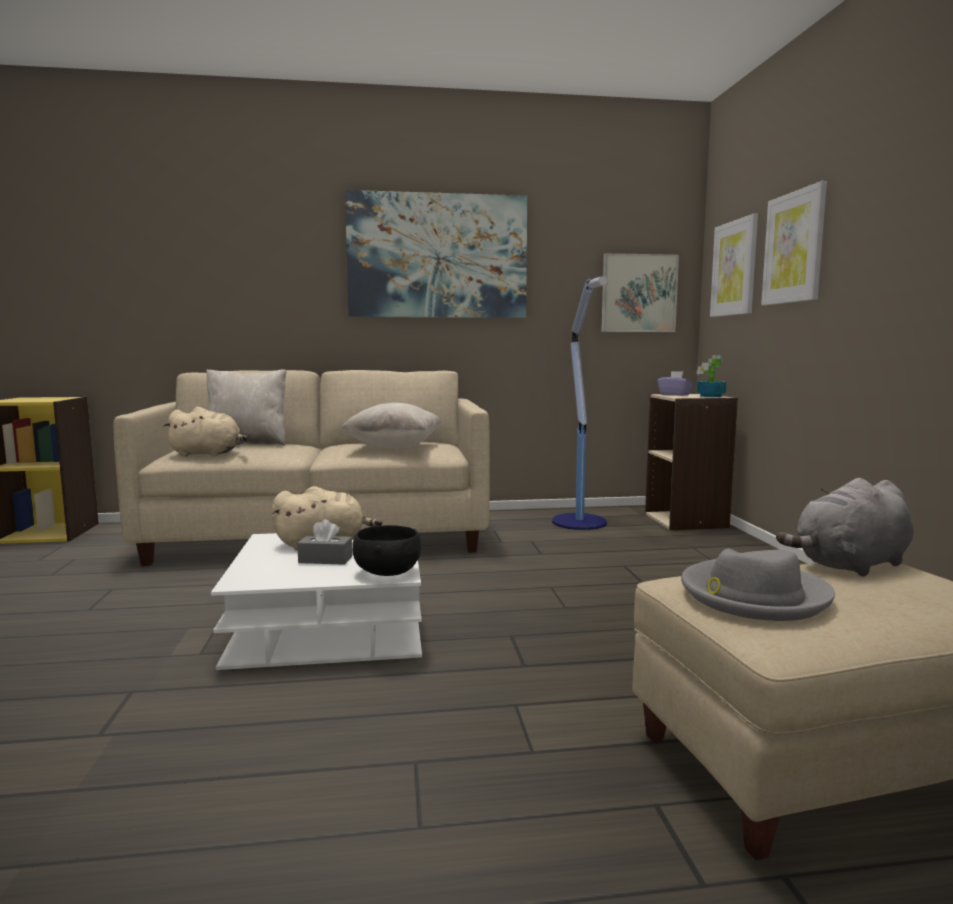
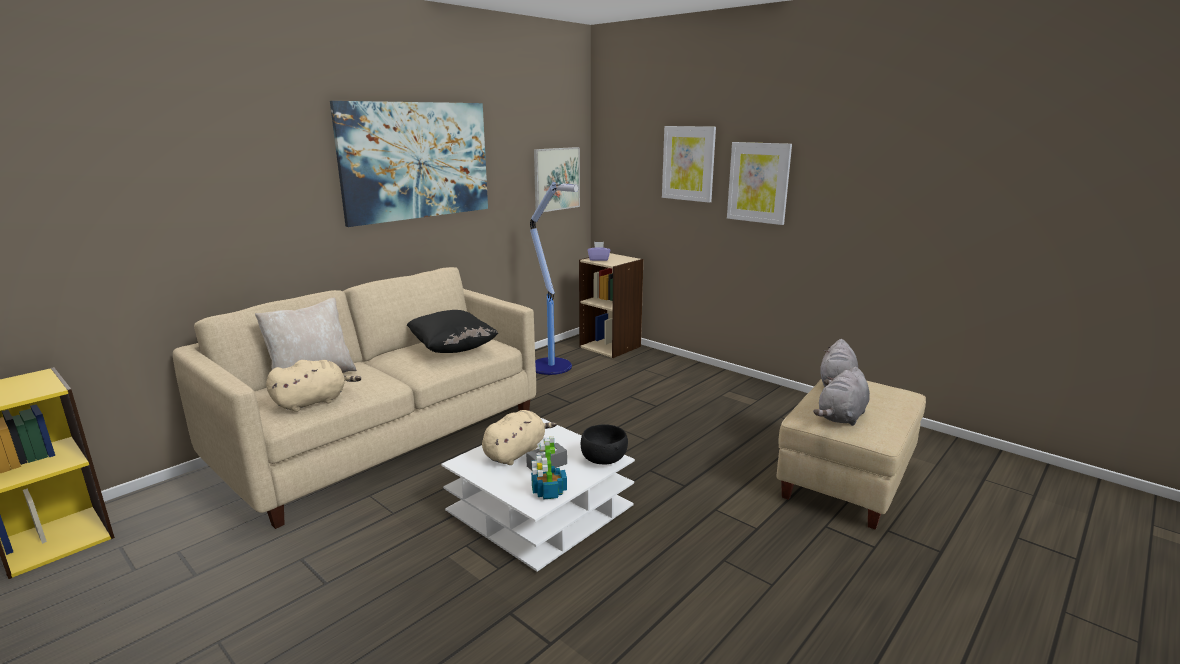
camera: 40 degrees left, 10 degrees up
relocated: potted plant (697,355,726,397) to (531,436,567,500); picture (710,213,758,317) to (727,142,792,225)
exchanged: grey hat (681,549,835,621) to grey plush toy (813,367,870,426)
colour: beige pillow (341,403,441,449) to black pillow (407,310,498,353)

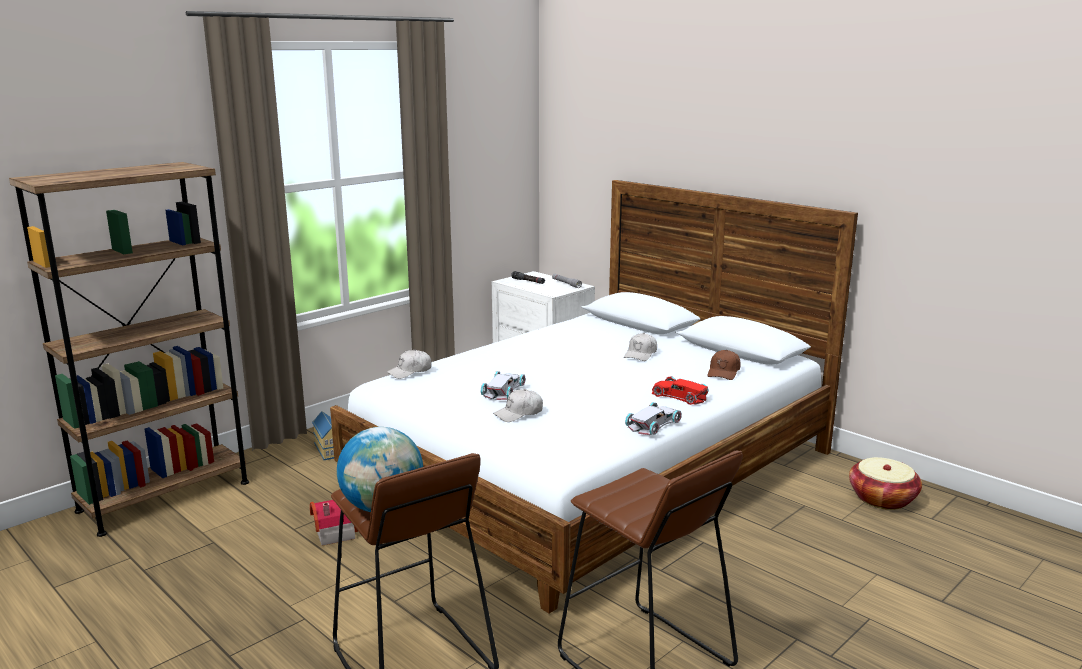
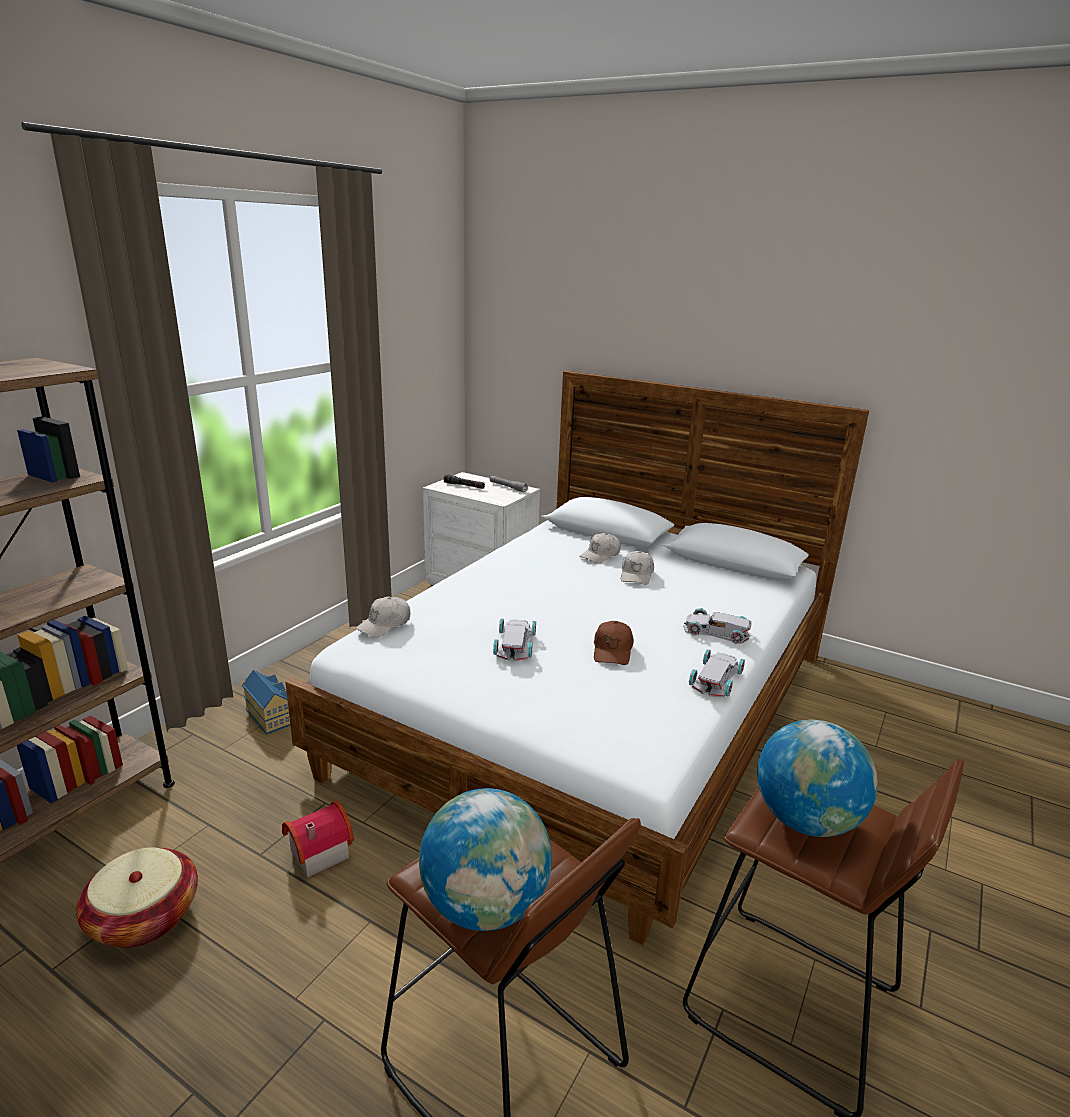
camera: 15 degrees left, 5 degrees up
appeared: globe (757,720,878,837)
relocated: white cap (493,389,543,422) to (579,533,620,564); brown cap (708,350,741,380) to (594,621,633,665); basket (849,457,922,510) to (76,847,198,948)
colour: red toy car (652,376,709,405) to white toy car (683,608,752,644)

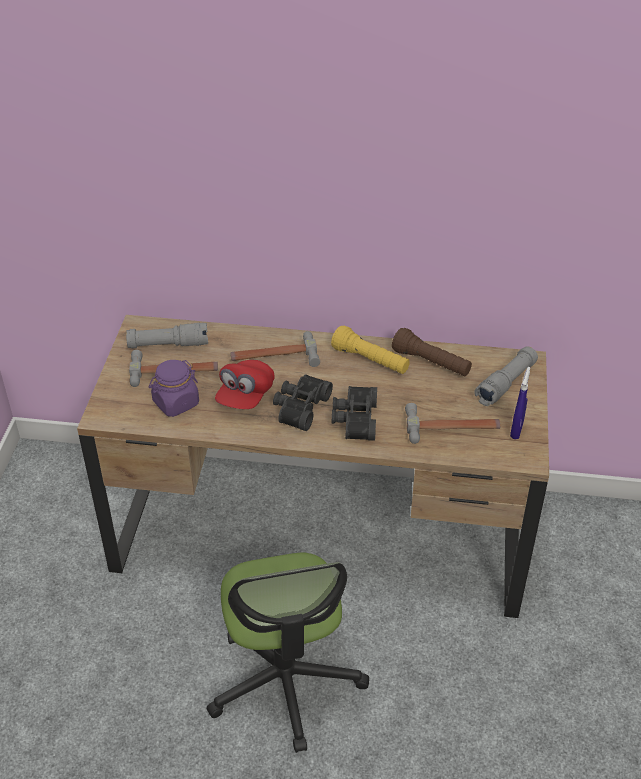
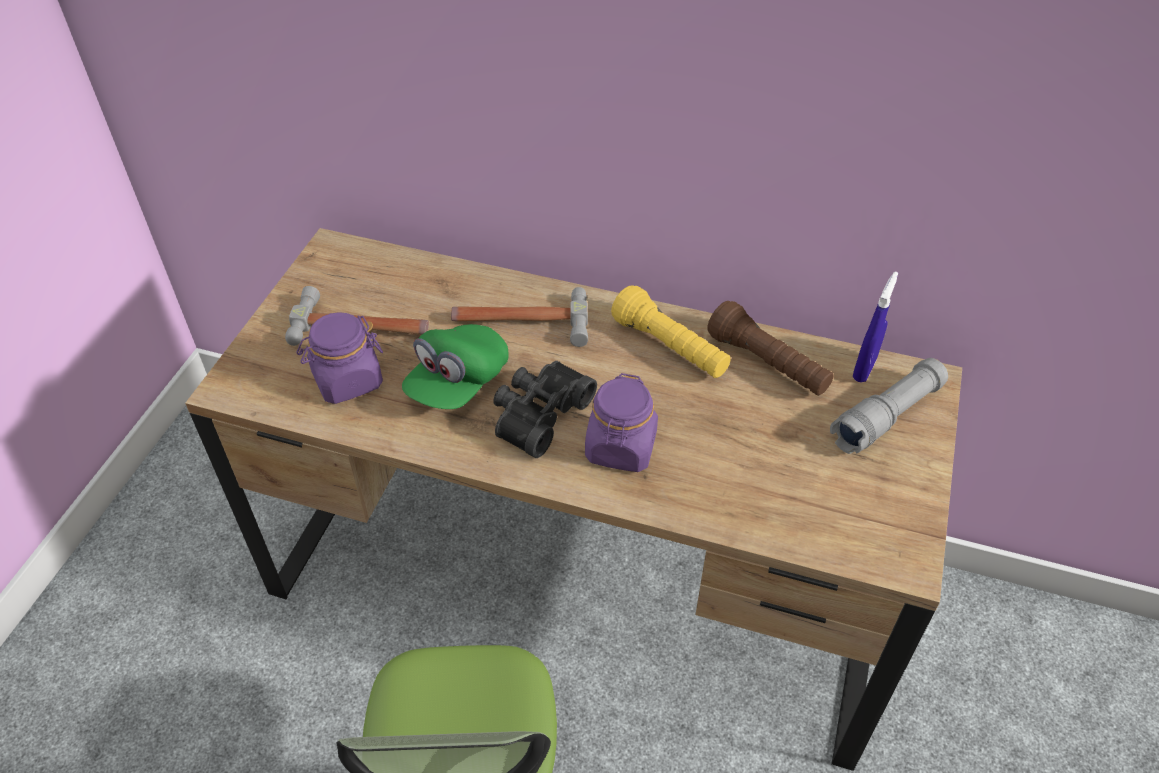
camera: 10 degrees right, 5 degrees up
missing: grey flashlight (126,323,208,349); hammer (405,403,500,444)
relocated: blue spray bottle (510,367,530,439) to (853,271,898,383)
exchanged: black binoculars (332,386,377,441) to purple jar (585,373,658,472)
colour: red cap (215,360,275,409) to green cap (402,324,509,409)

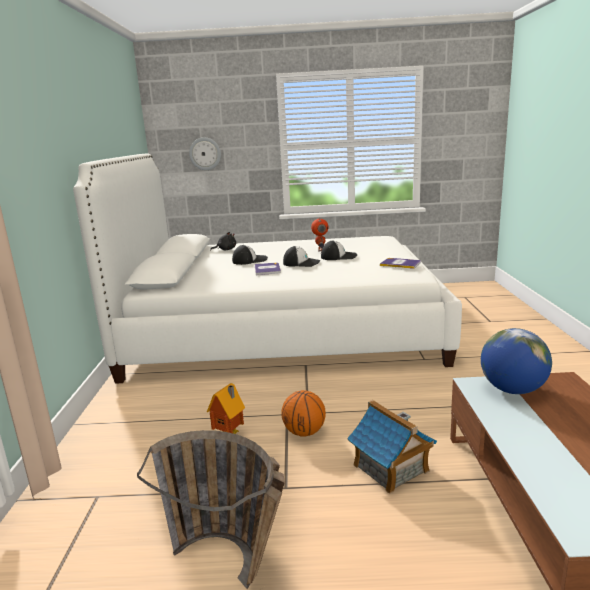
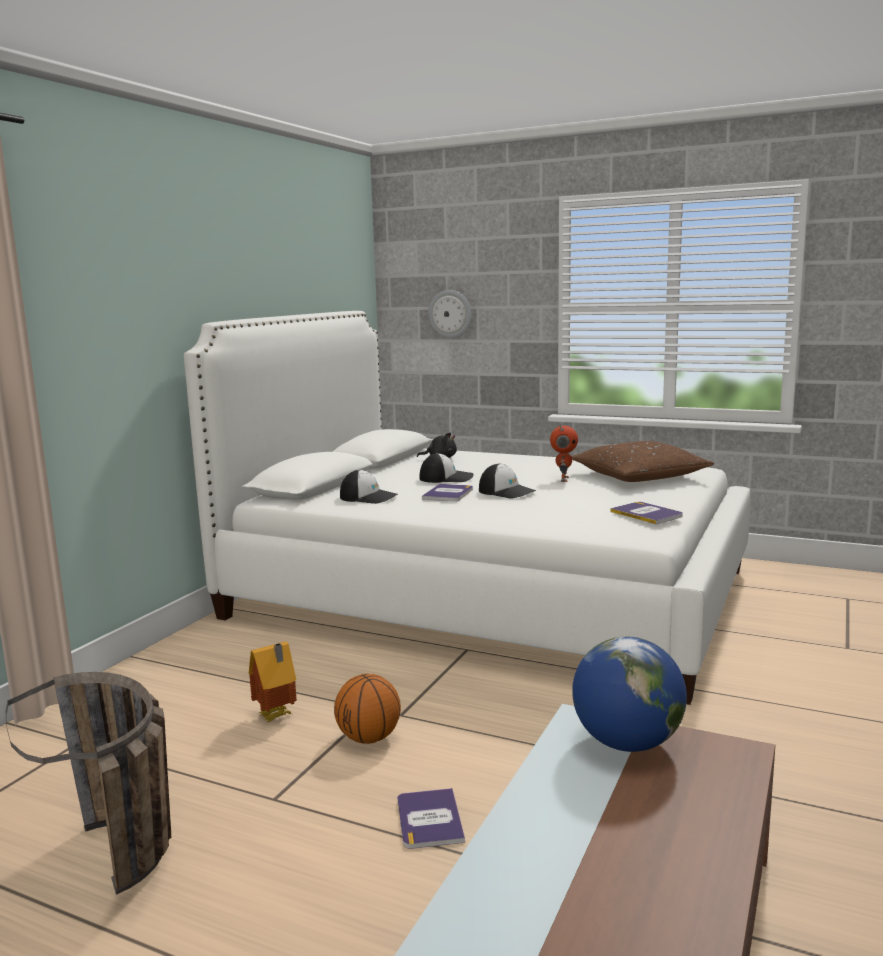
camera: 25 degrees right, 5 degrees down
appeared: brown pillow (572,441,714,482)
relocated: cap (321,240,357,260) to (340,470,398,504)
exchanged: toy house (347,400,437,494) to book (397,788,465,849)

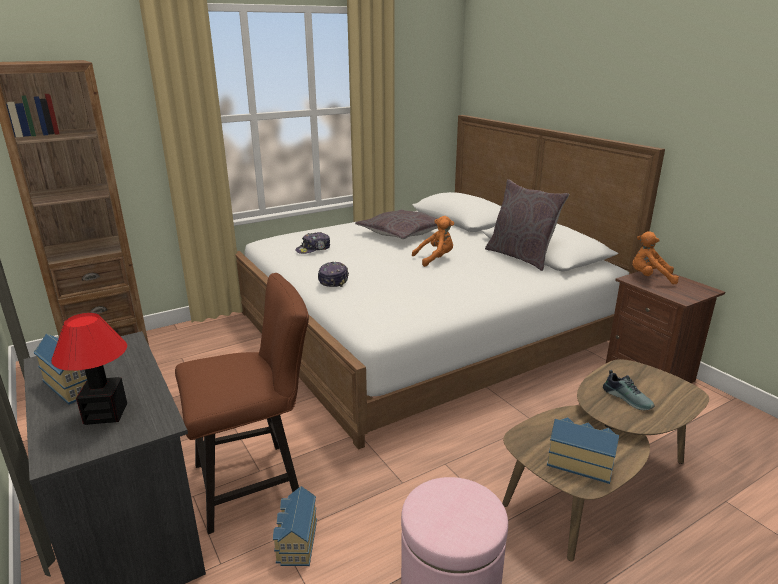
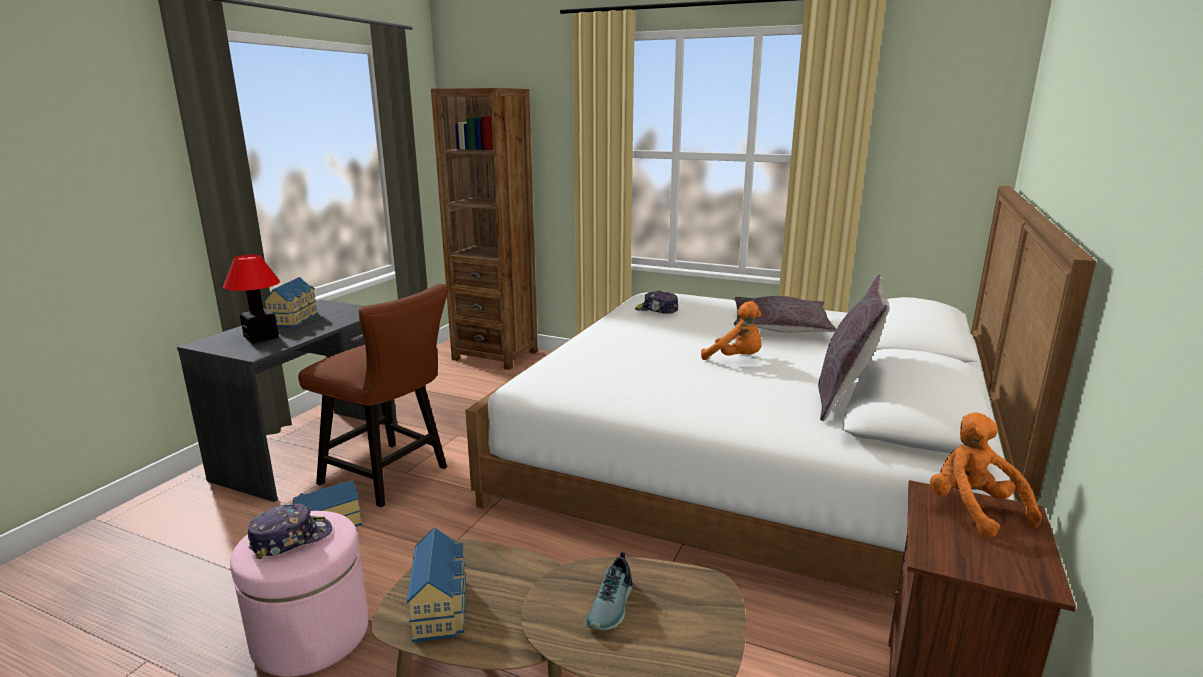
camera: 55 degrees right, 5 degrees down
relocated: cap (318,262,349,287) to (248,504,332,559)

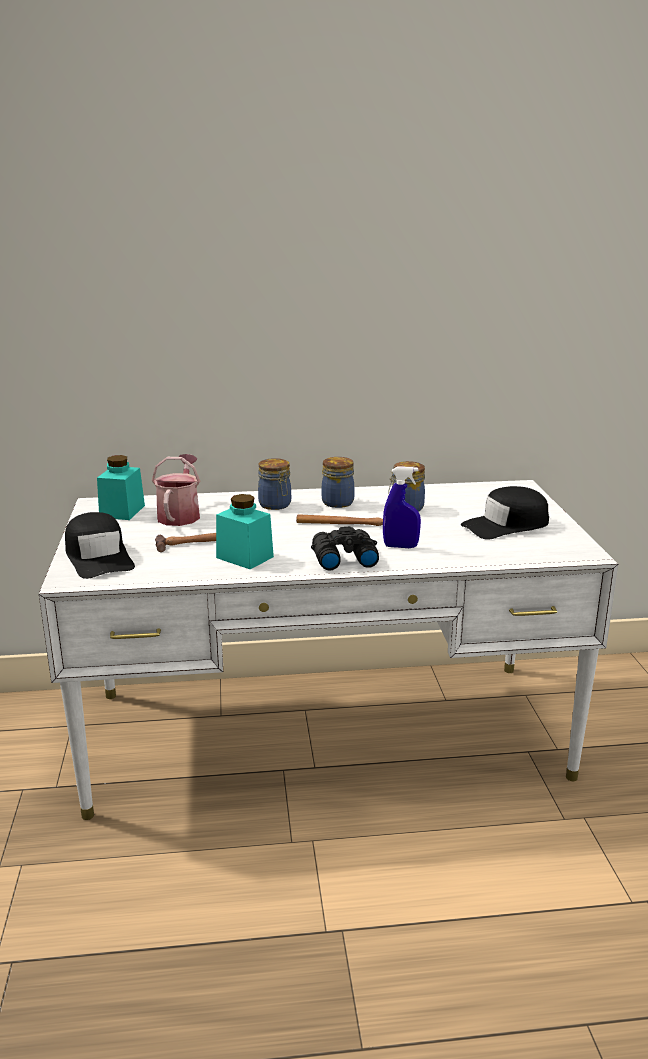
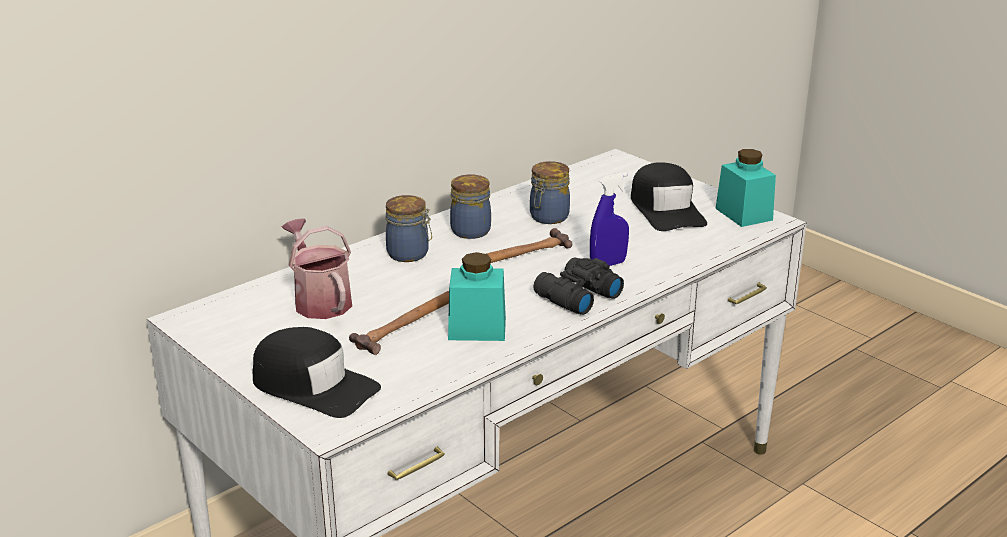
camera: 35 degrees left, 5 degrees up
relocated: turquoise jar (97,455,145,520) to (716,149,776,227)
spun: black cap (461,486,549,540) = (631,162,707,231) 45 degrees counterclockwise

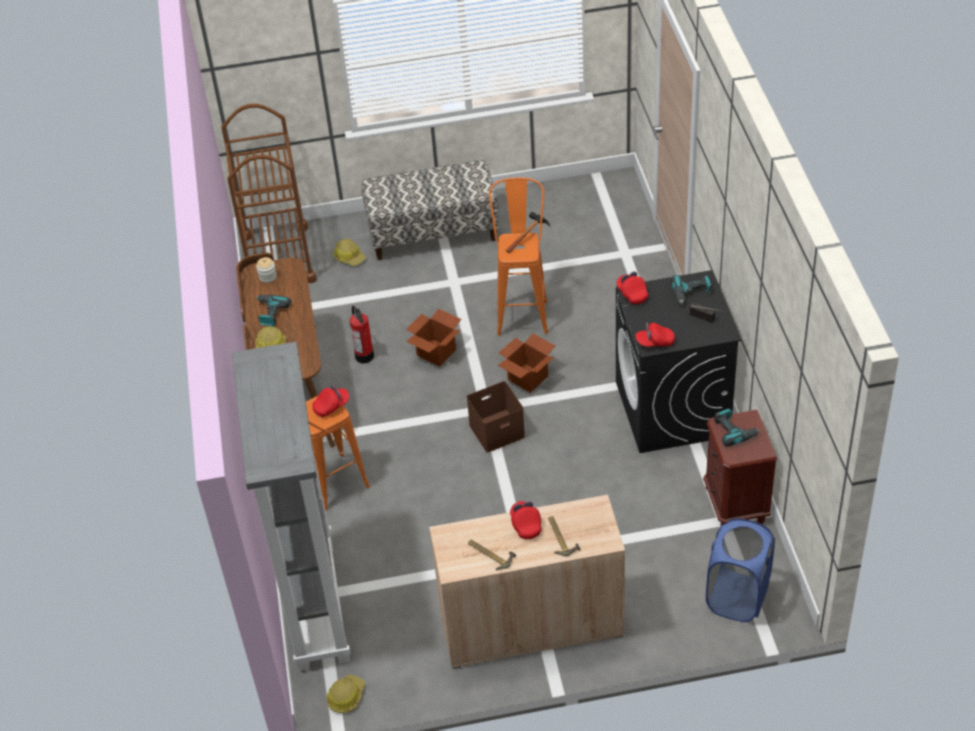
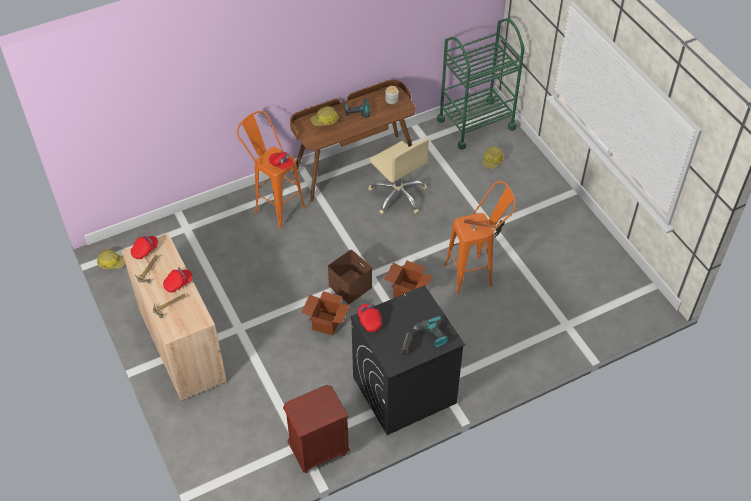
camera: 70 degrees right, 5 degrees up
missing: grey bookcase (232,342,350,671); bench (361,160,499,260); blue laundry basket (706,518,775,622); power drill (714,409,761,447)
relocated: cardboard box (406,308,461,367) to (301,291,350,336); red cap (616,271,648,304) to (131,234,158,259)
exchanged: fire extinguisher (350,306,374,363) to beige office chair (368,138,429,214)
colour: brown cart (221,104,317,283) to green cart (437,18,525,150)

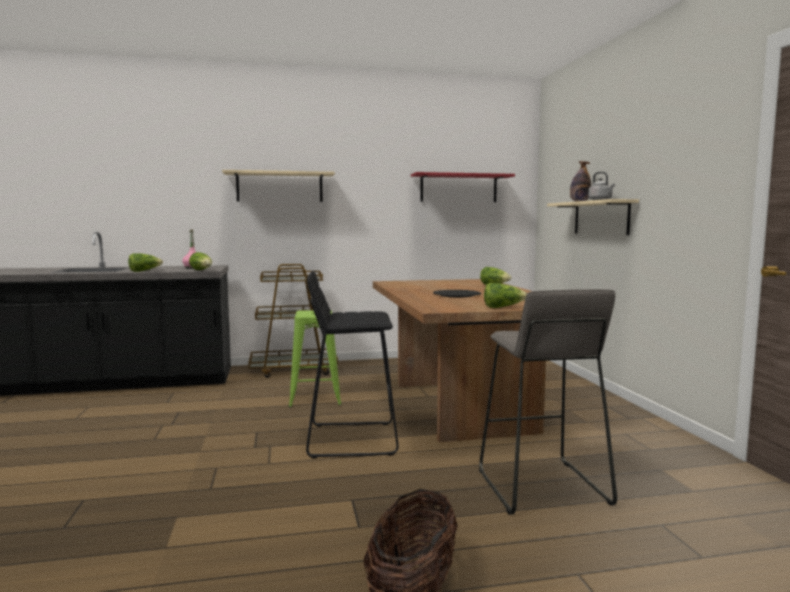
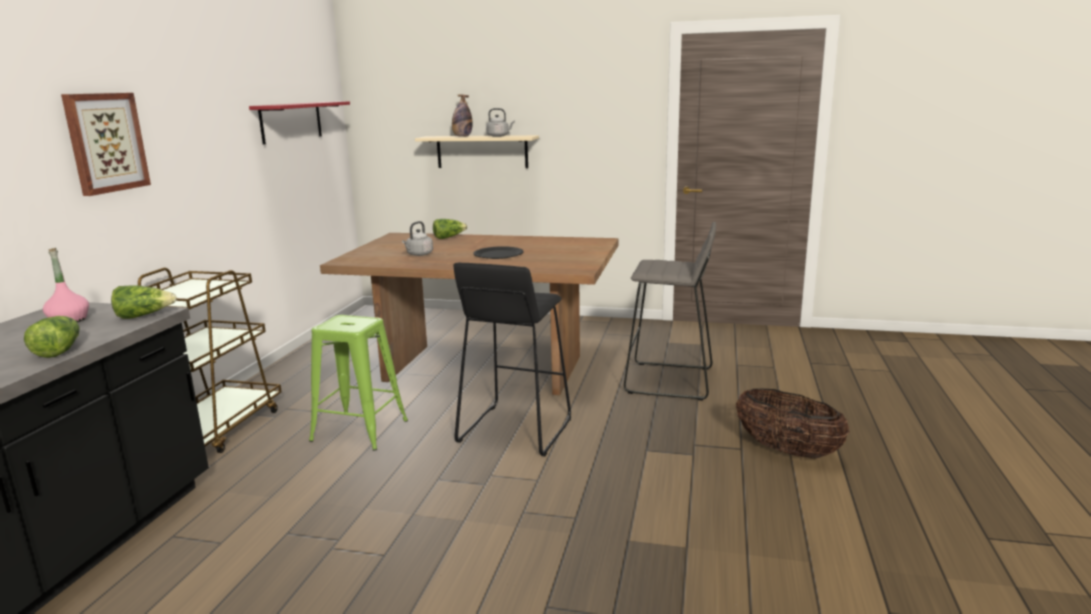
camera: 65 degrees left, 10 degrees up
missing: lettuce (484,283,528,308)
appeared: grey kettle (402,221,433,256)
exchanged: beige shelf (222,170,335,202) to picture (61,93,151,196)

